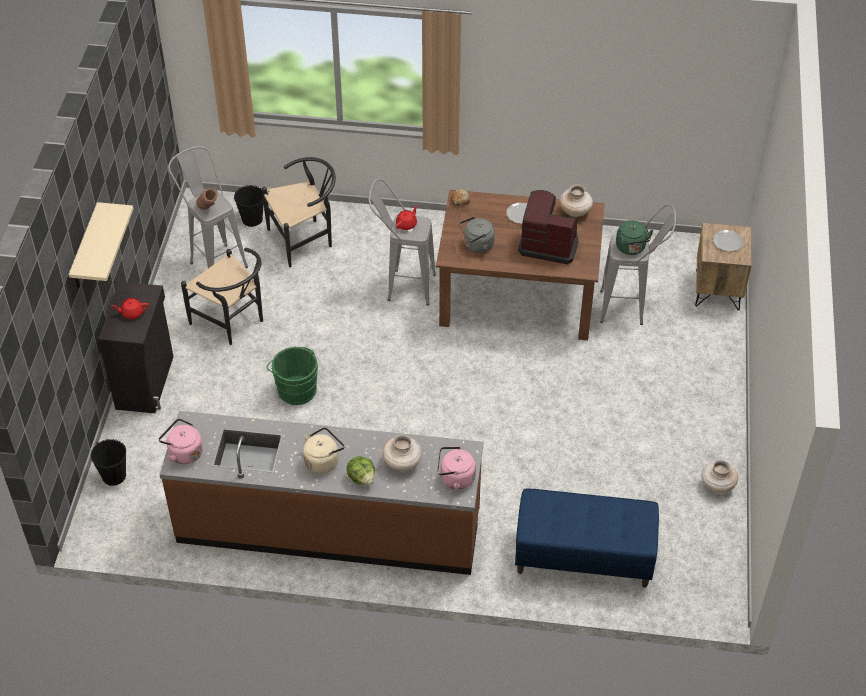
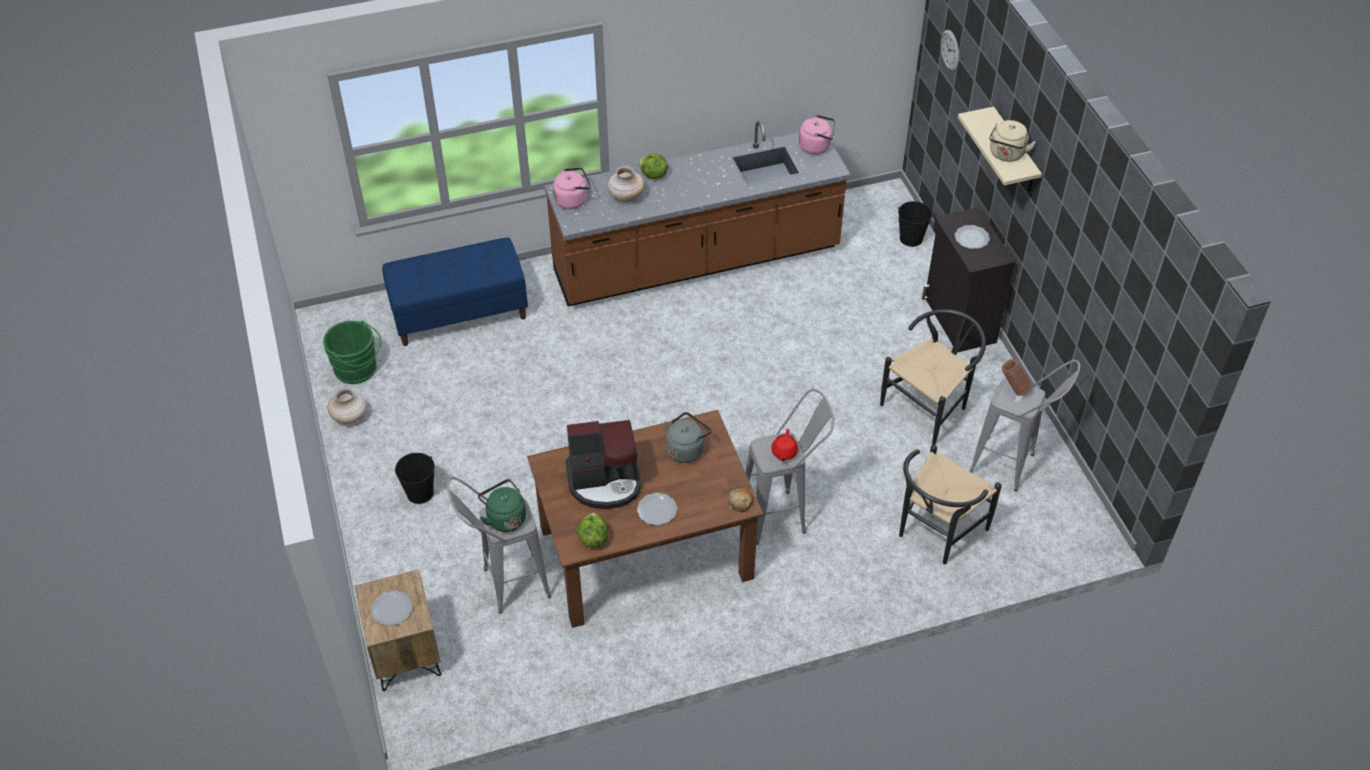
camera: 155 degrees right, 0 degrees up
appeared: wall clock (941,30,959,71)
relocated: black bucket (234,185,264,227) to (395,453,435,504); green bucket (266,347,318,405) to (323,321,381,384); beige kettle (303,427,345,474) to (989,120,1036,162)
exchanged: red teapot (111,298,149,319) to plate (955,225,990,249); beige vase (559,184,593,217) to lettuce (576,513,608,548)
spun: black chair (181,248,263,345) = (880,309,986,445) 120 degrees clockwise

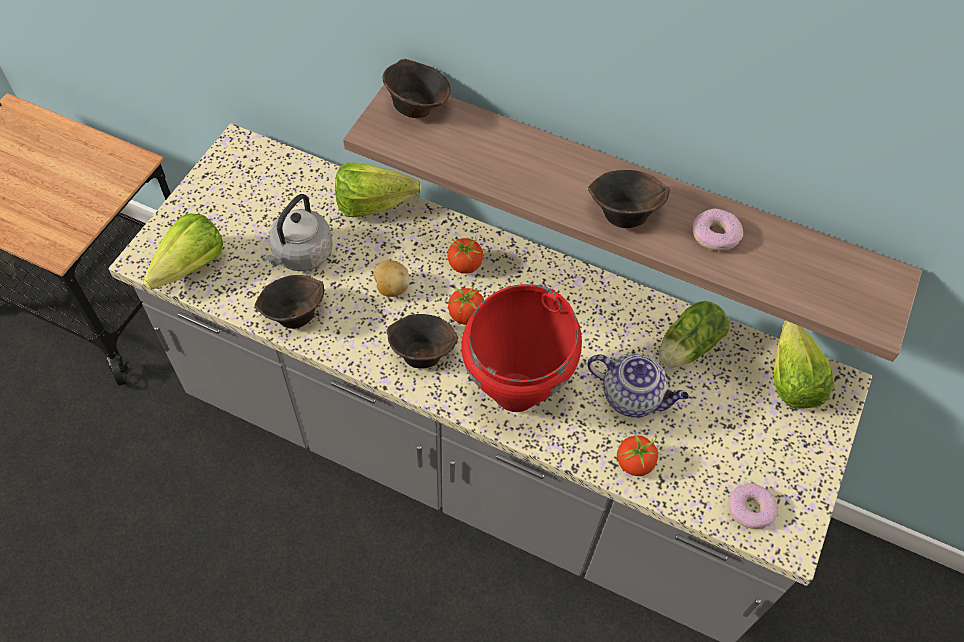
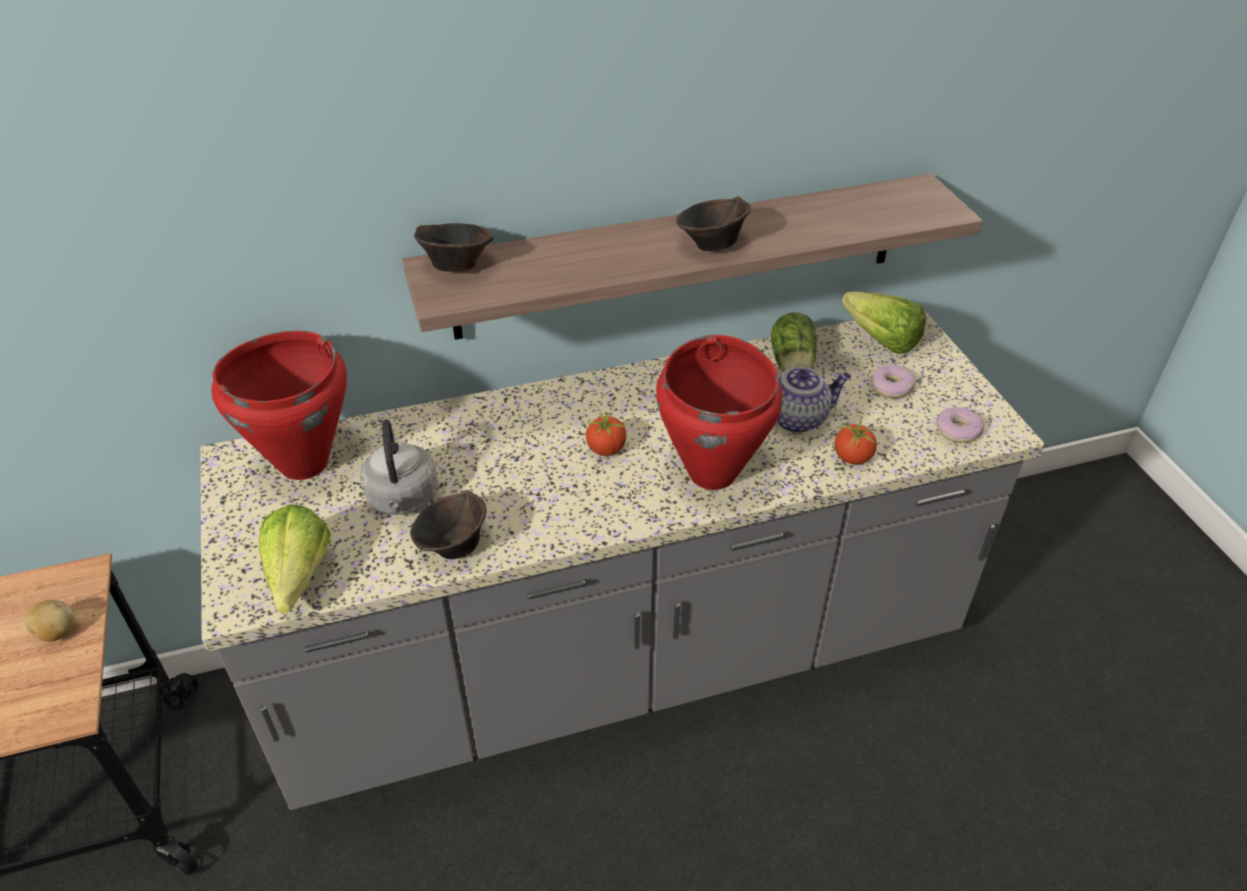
camera: 40 degrees left, 15 degrees down
missing: lettuce (335,163,422,217); brown bowl (387,314,458,369); tomato (448,236,485,274)
appeared: red cooking pot (211,331,347,480)
relocated: potato (373,260,410,297) to (24,600,75,642); donut (693,209,743,251) to (871,364,916,398)

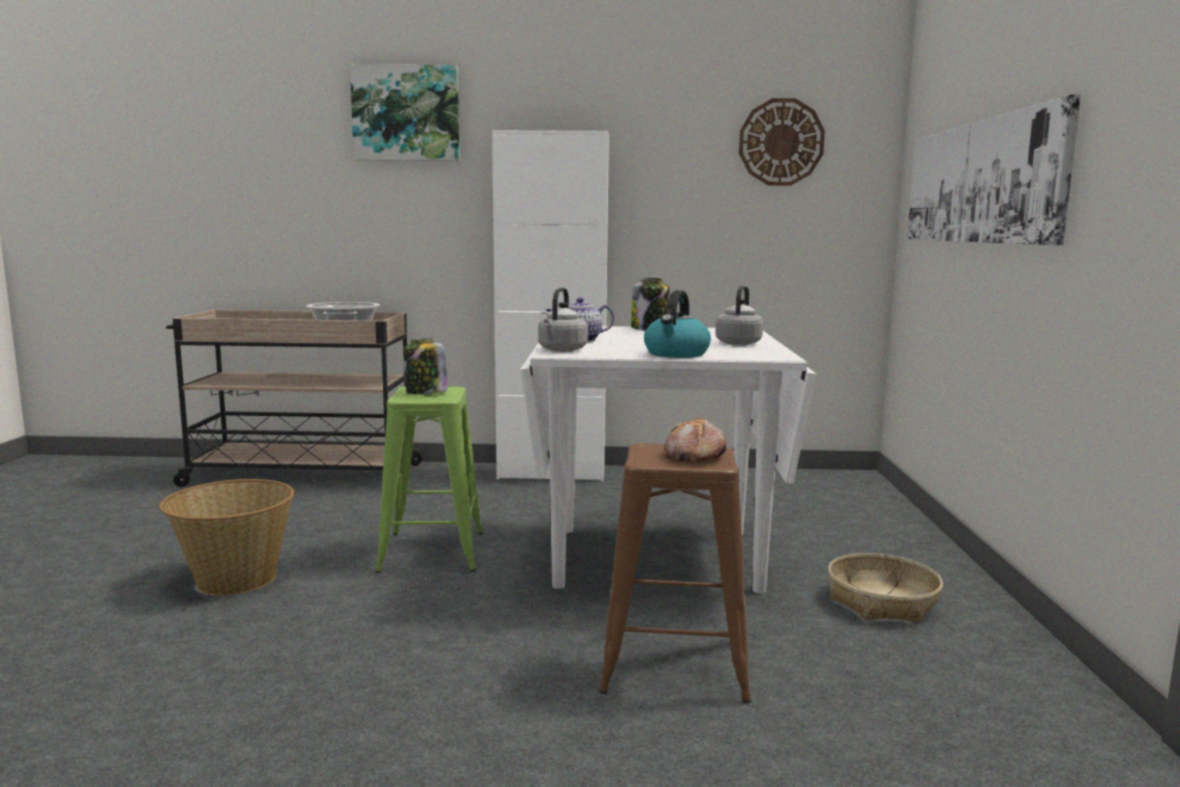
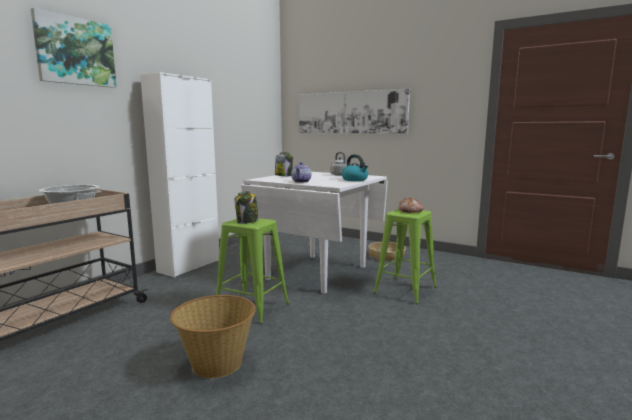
camera: 60 degrees left, 0 degrees up
missing: grey kettle (538,288,588,352); wall clock (739,98,825,186)
colour: brown stool (599,443,751,703) to green stool (373,209,437,304)

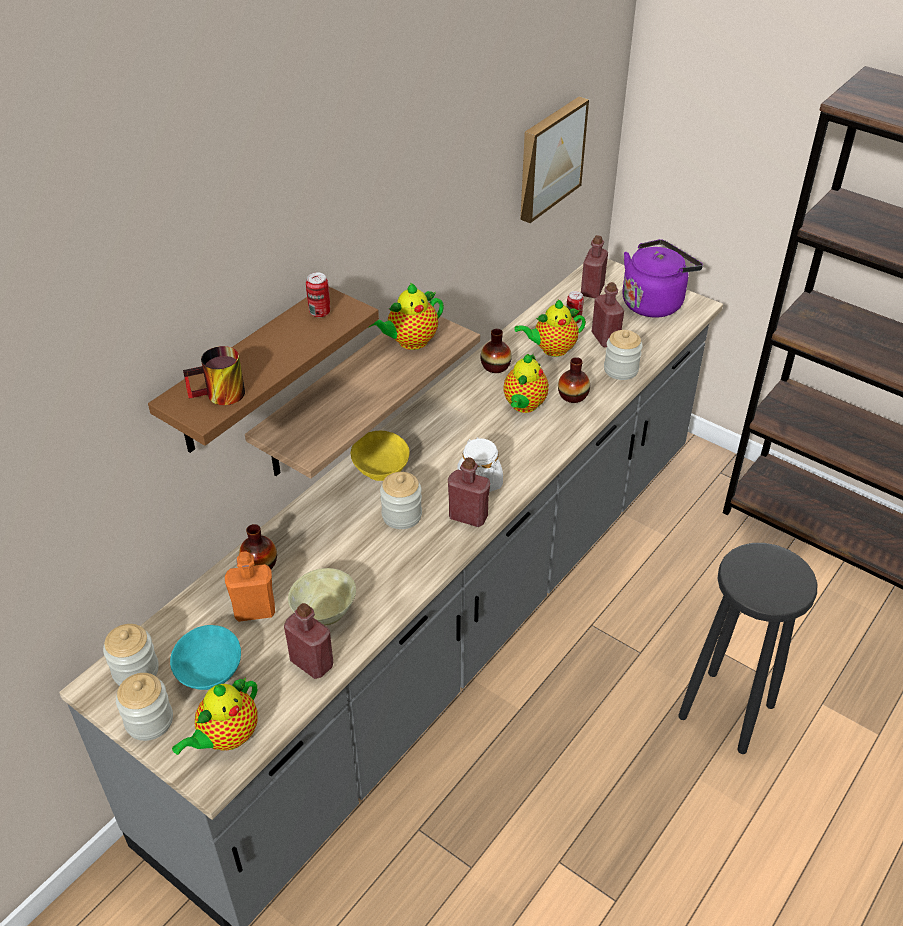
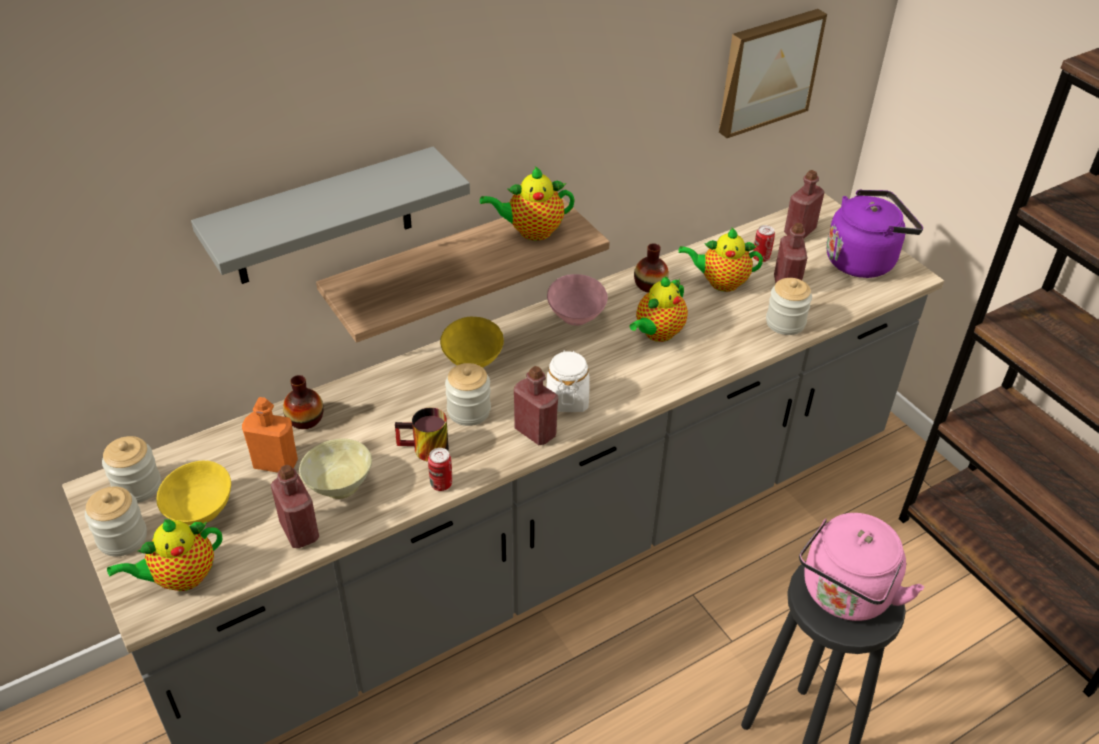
camera: 20 degrees right, 0 degrees up
missing: vase (558,357,590,403)
appeared: pink bowl (547,274,608,326); pink kettle (799,513,924,621)
relocated: mug (183,346,245,405) to (395,408,449,462); can (306,272,330,317) to (428,448,452,491)
colour: brown shelf (148,287,379,453) to grey shelf (191,146,470,284); turquoise bowl (170,625,241,690) to yellow bowl (156,461,231,525)

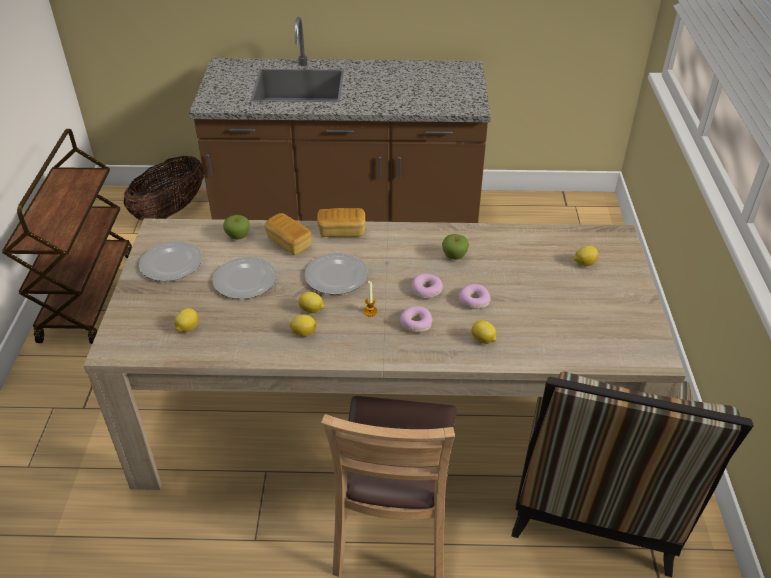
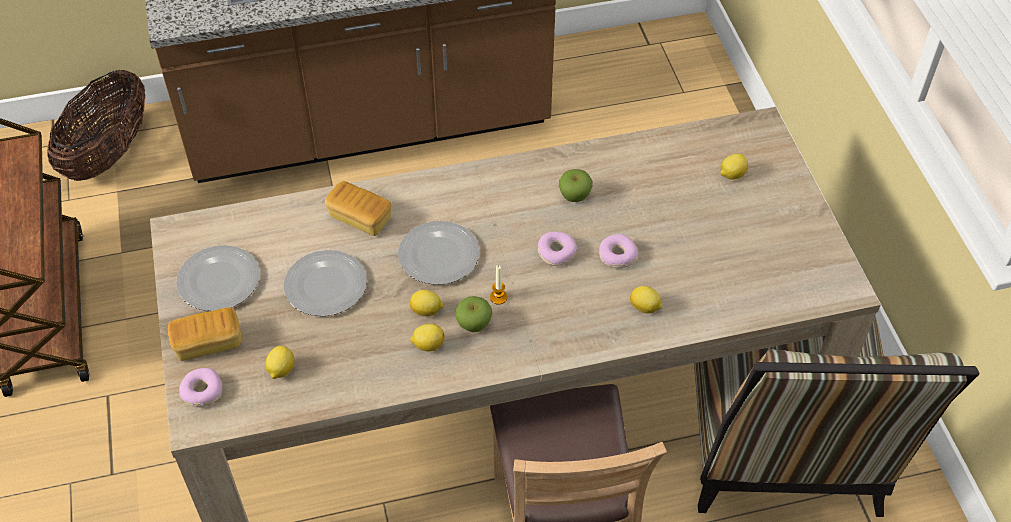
camera: 15 degrees left, 10 degrees up
relocated: apple (223,215,250,240) to (455,296,493,332); bread (317,208,365,237) to (168,307,241,361); donut (400,306,433,333) to (179,368,223,407)

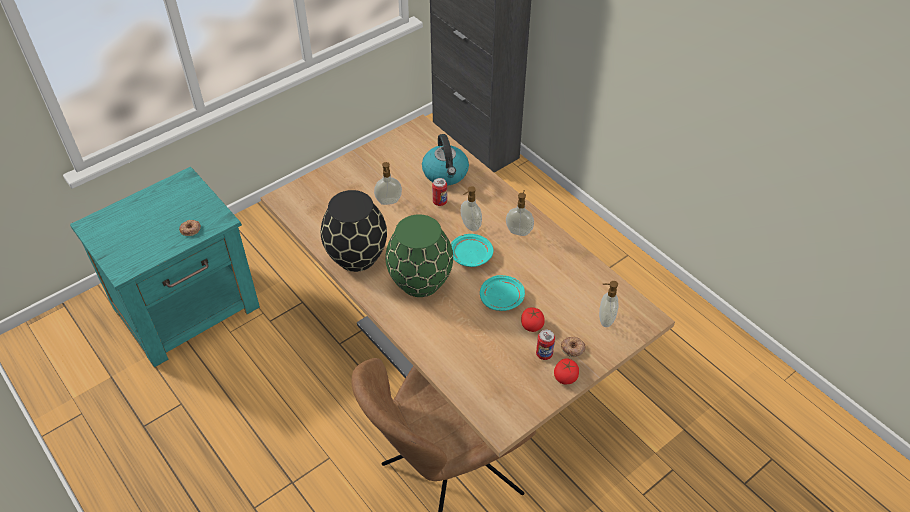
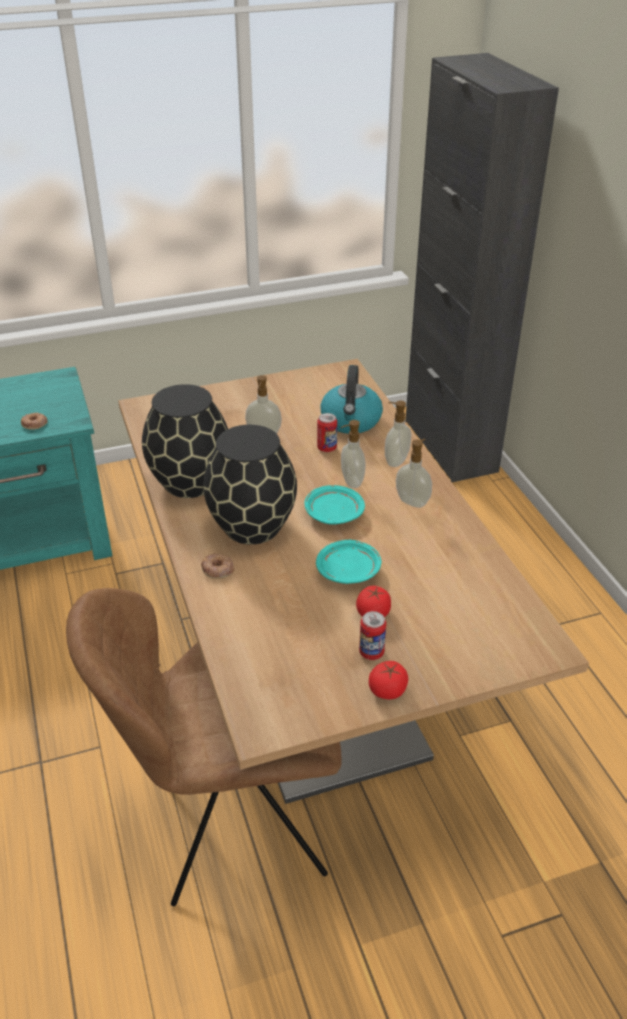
camera: 20 degrees right, 10 degrees down
relocated: donut (561,337,586,357) to (201,553,234,579); soap dispenser (599,281,618,327) to (385,401,411,467)
colour: green vase (386,214,453,297) to black vase (203,425,297,545)

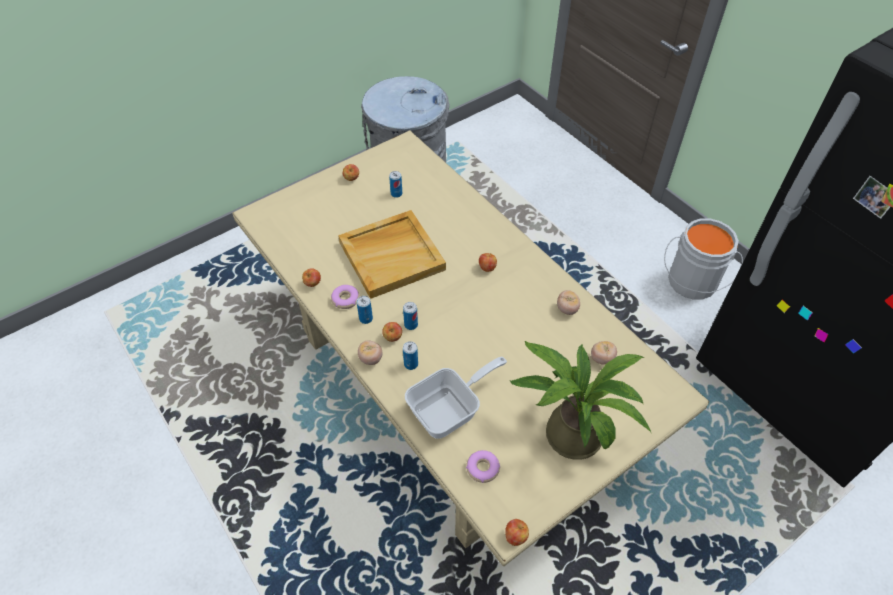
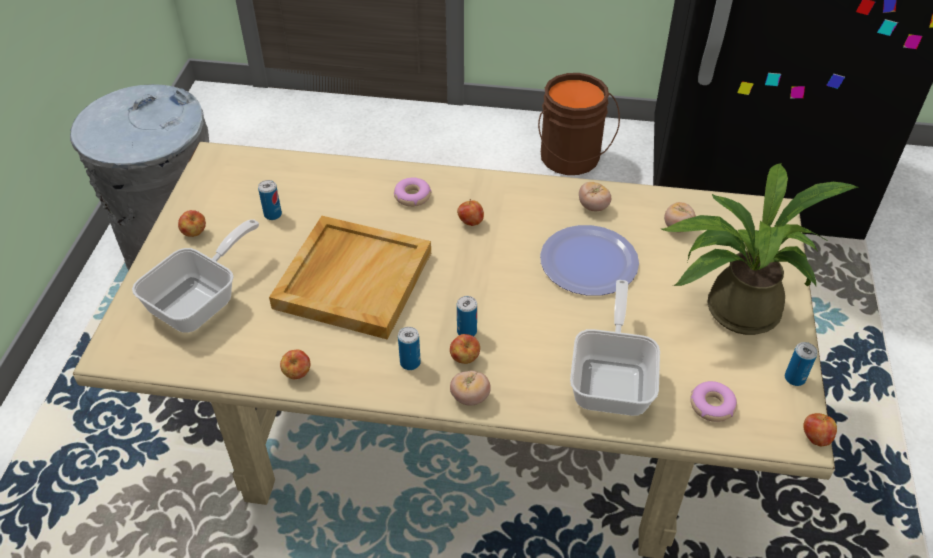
camera: 45 degrees left, 5 degrees down
appeared: frying pan (132,219,259,333); plate (540,225,639,296)
relocated: donut (331,285,360,309) to (394,178,432,207); can (403,341,418,370) to (785,342,818,386)
colour: grey bucket (664,218,743,300) to brown bucket (538,73,620,175)

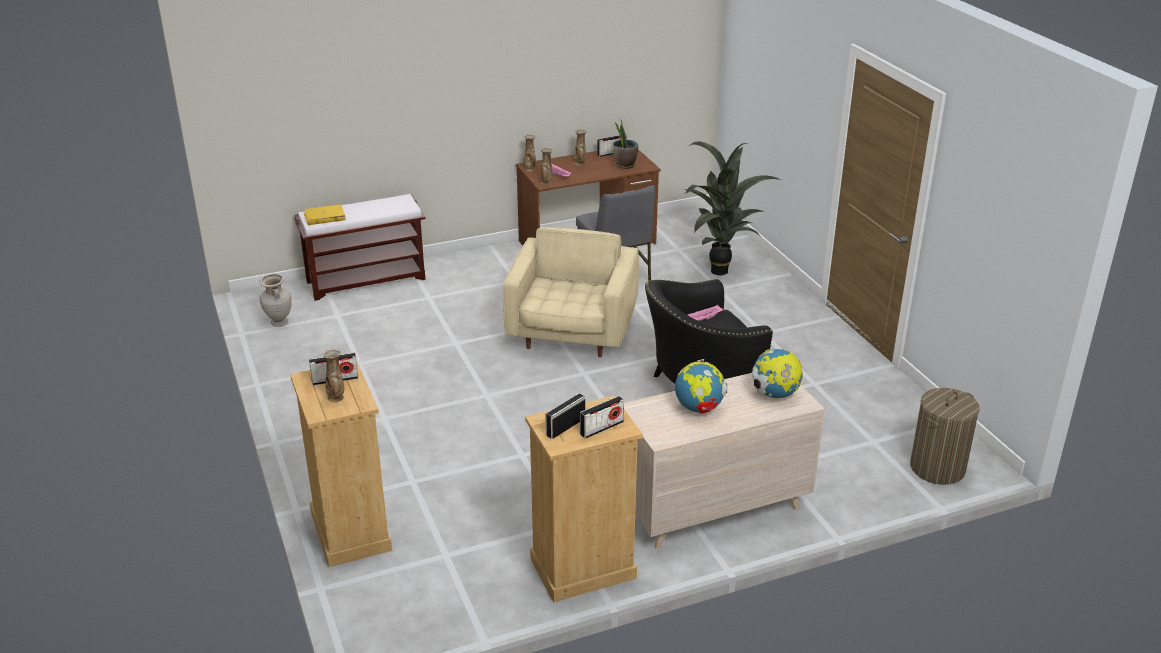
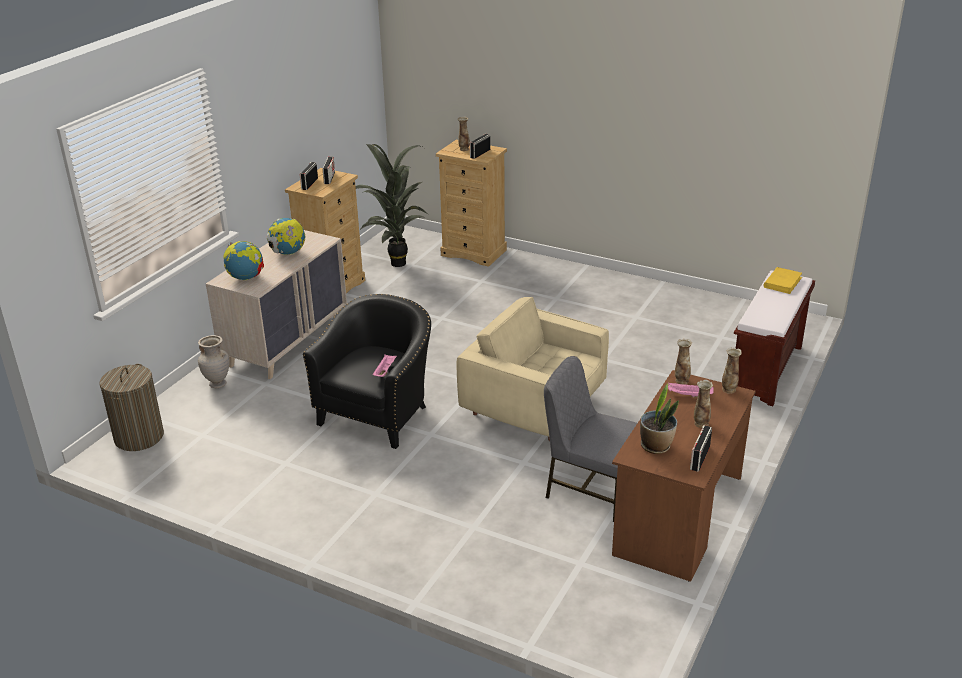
camera: 140 degrees right, 0 degrees up
relocated: beige vase (260,274,292,327) to (198,335,230,388); potted plant (684,141,781,275) to (356,144,428,267)
spun: beige armchair (503,227,639,357) = (457,297,609,441) 150 degrees clockwise

